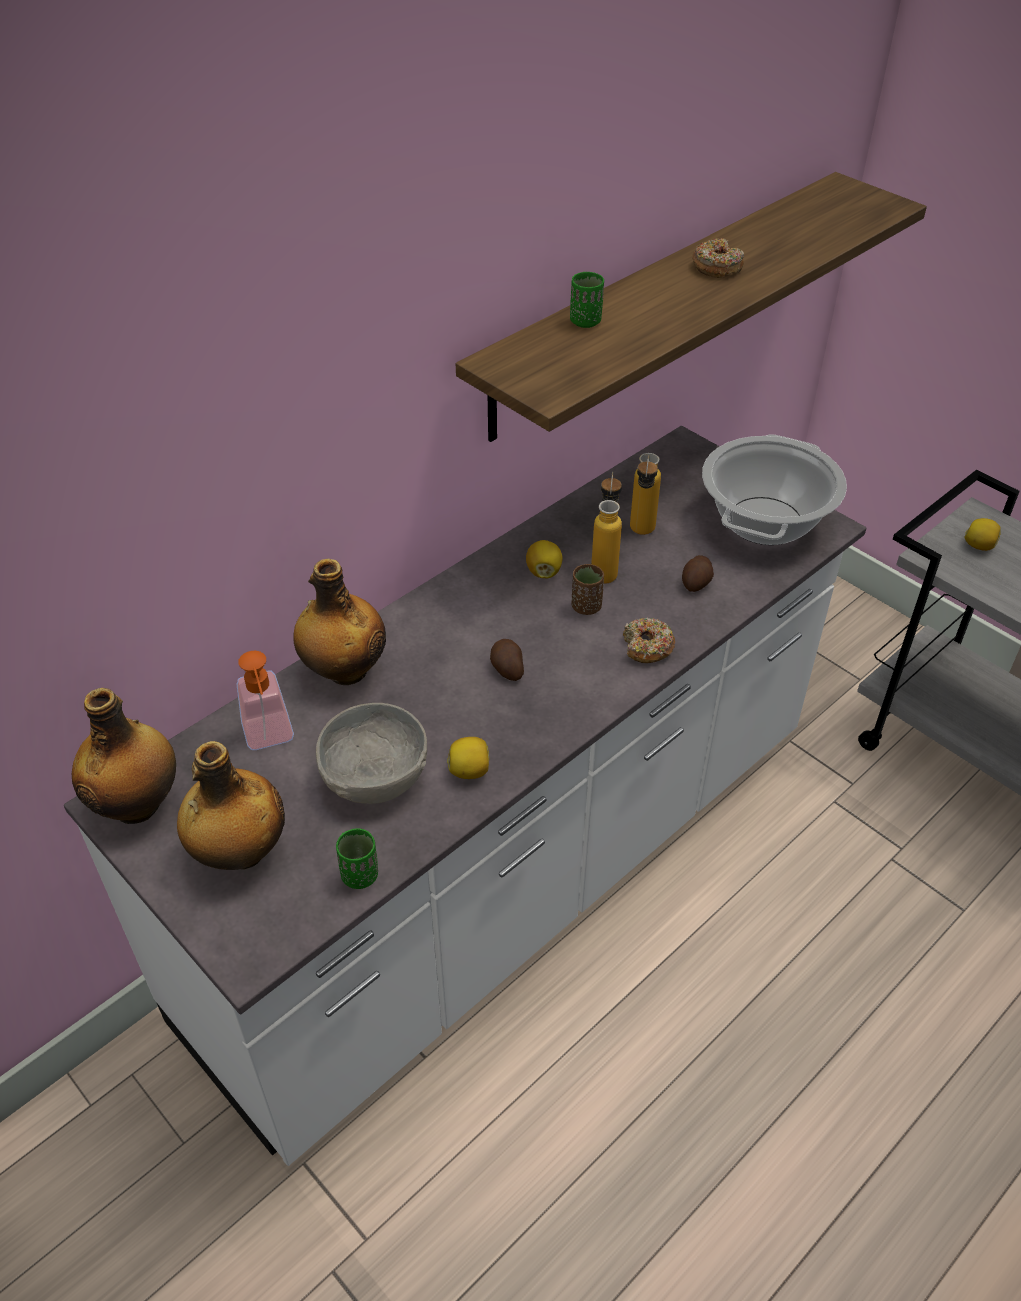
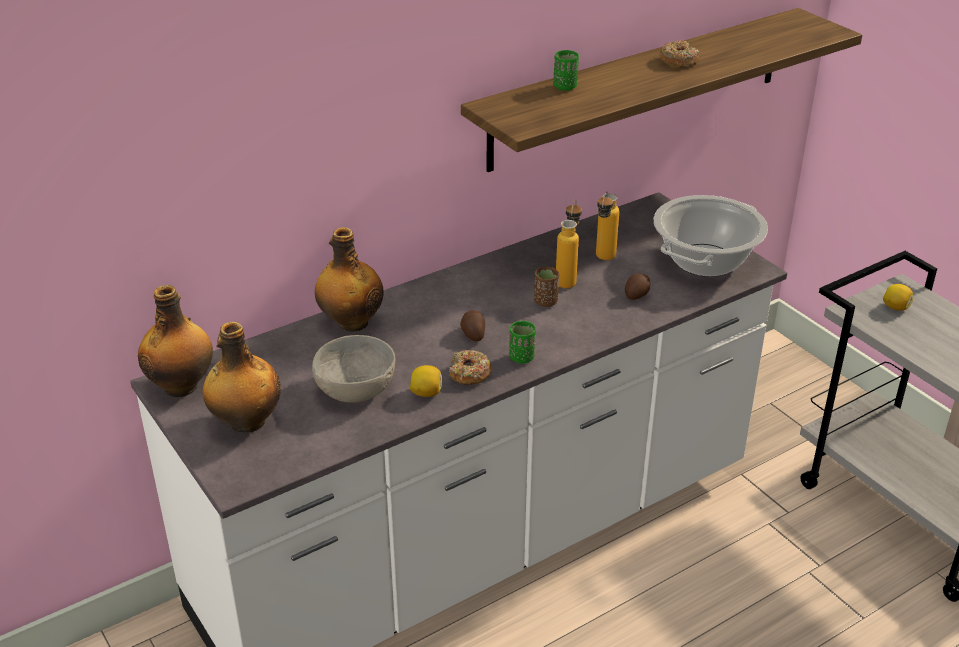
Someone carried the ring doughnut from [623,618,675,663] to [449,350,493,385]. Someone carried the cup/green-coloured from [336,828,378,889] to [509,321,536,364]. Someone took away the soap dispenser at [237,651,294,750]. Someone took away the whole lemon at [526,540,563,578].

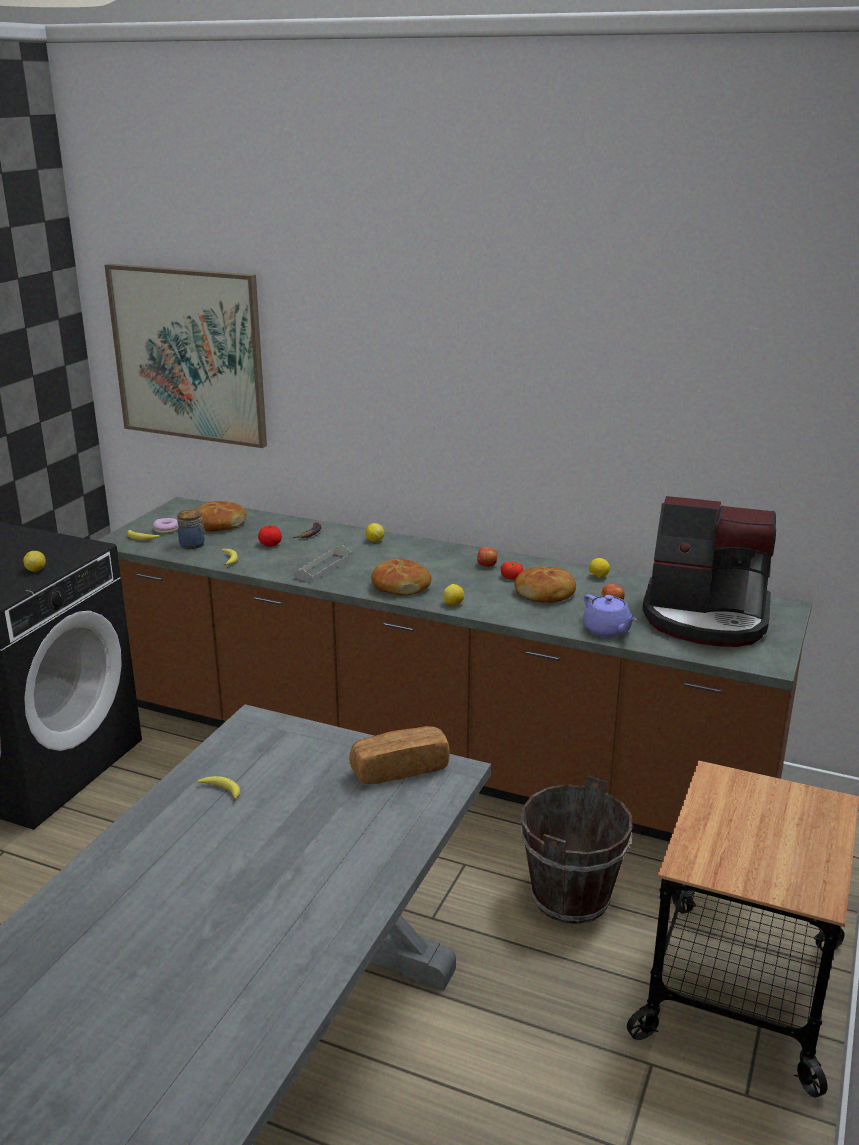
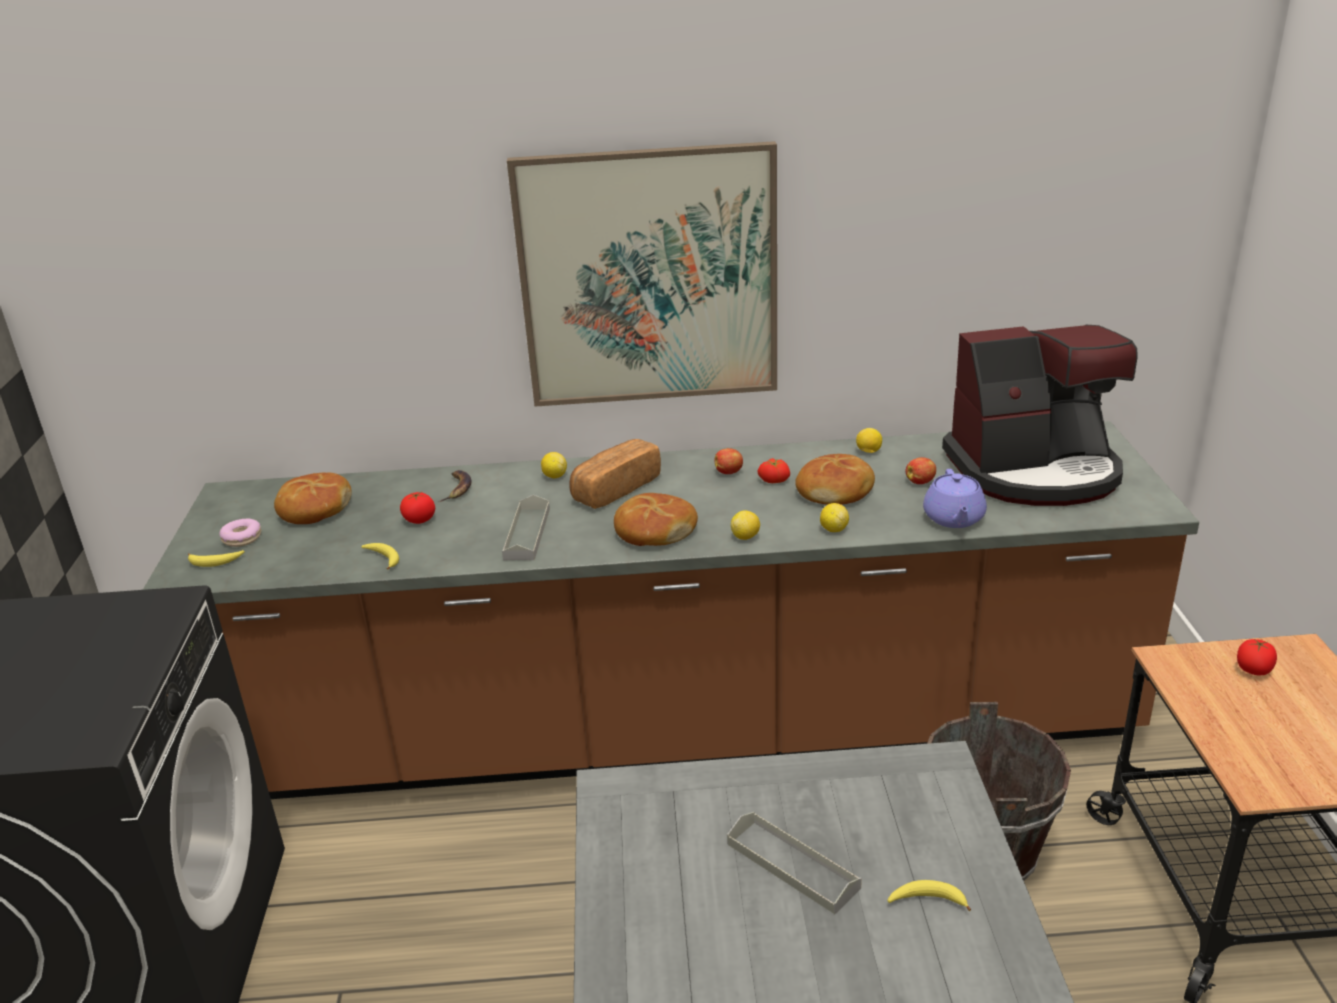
Someone carried the wall picture from [105,264,267,448] to [507,141,777,407]. Someone carried the bread from [349,726,450,784] to [569,439,661,509]. Someone put down the carrying tray/grey at [727,812,862,914]. Someone carried the whole lemon from [23,551,46,572] to [820,503,849,532]. Someone carried the banana from [198,776,240,801] to [887,880,971,911]. Someone rotated the tea pot/purplish at [583,594,636,637] by 60 degrees clockwise. Someone put down the tomato at [1237,638,1277,675]. Someone took away the storage jar at [177,510,206,549].

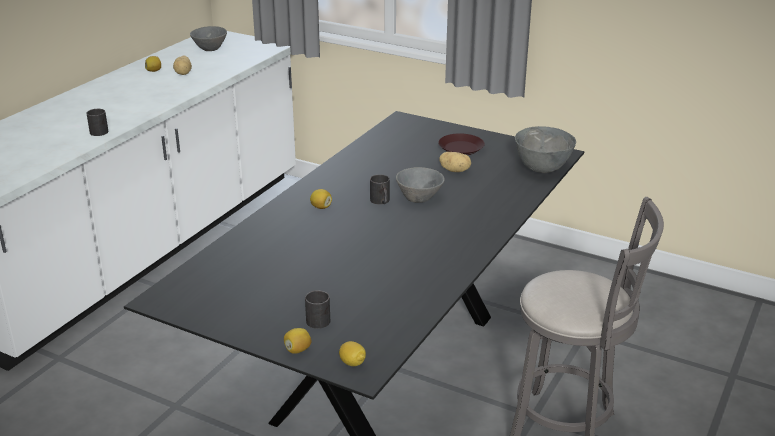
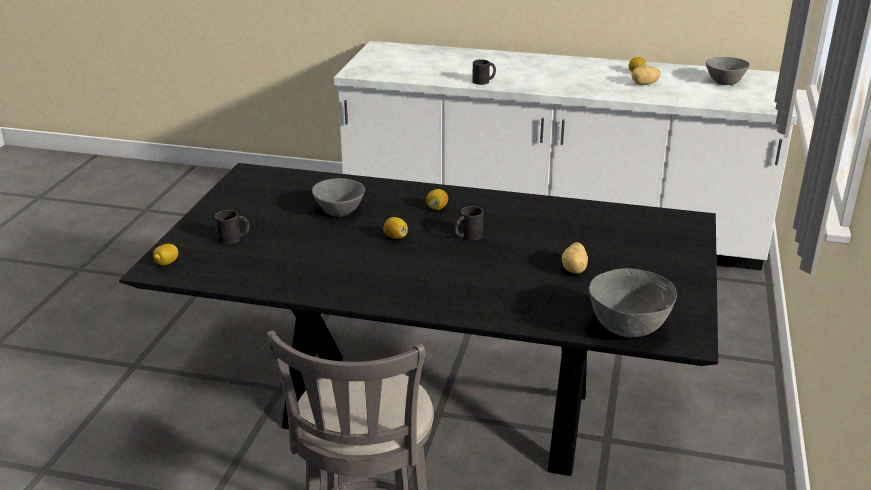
Someone carried the serving bowl/grey from [396,167,445,203] to [312,178,365,217]. Someone carried the whole lemon from [284,328,311,354] to [383,217,408,239]. Someone took away the flat dish/brownish at [438,133,485,155].

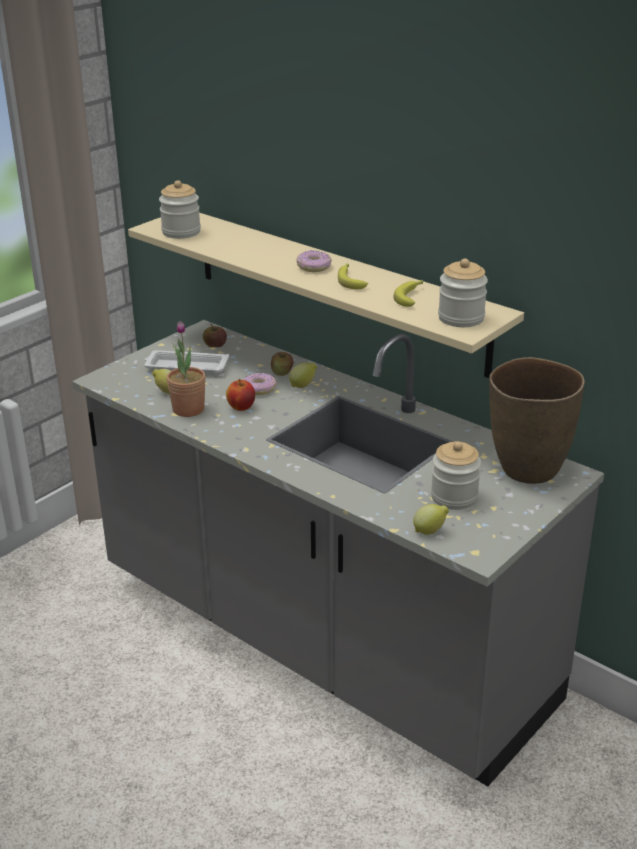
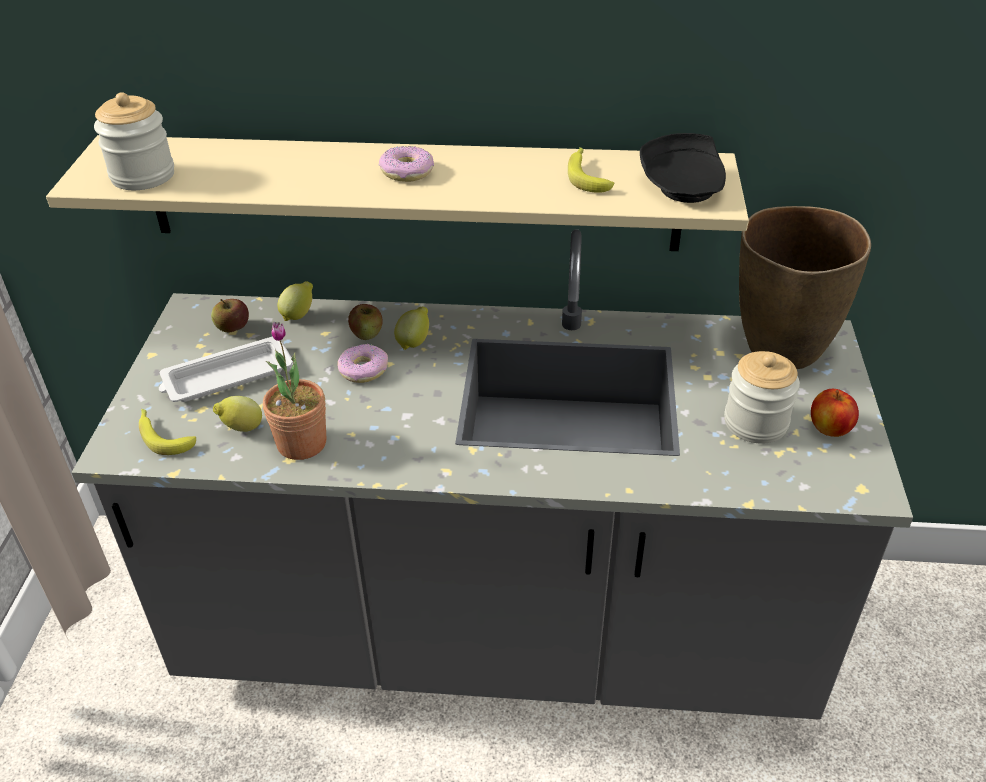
Someone carried the banana from [338,263,368,289] to [139,409,196,455]. Someone carried the whole lemon from [413,504,449,535] to [278,282,313,321]. Someone swapped the storage jar at [438,259,488,327] for the flat dish/black-coloured at [640,133,726,203]. Someone carried the whole apple from [226,378,255,411] to [811,389,859,437].

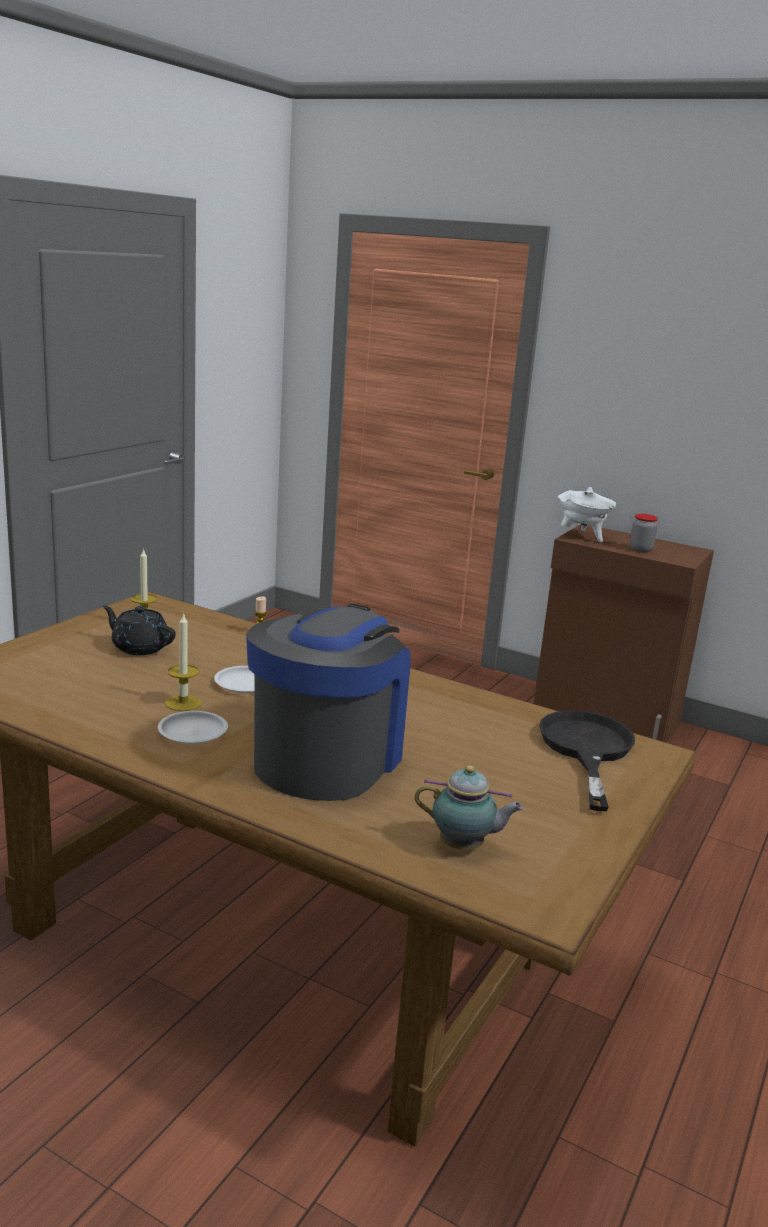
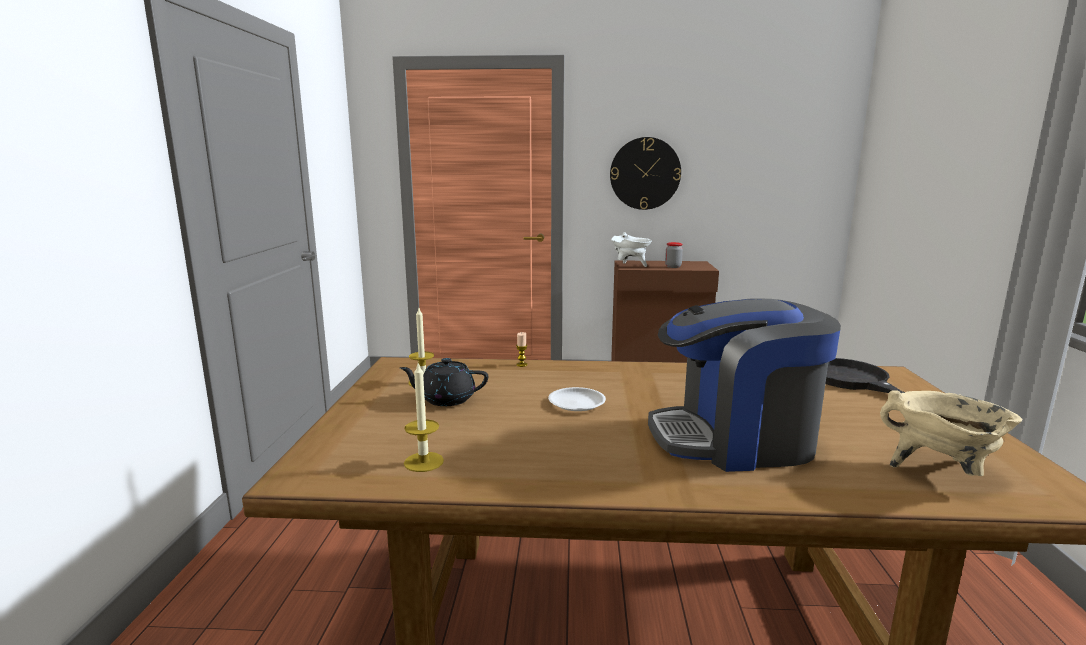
Someone carried the candle from [165,613,202,711] to [404,364,444,472]. Someone put up the clock on the wall at [610,137,681,210]. Someone rotated the coffee maker at [246,604,411,801] by 90 degrees counterclockwise. Someone swapped the tea pot at [414,765,524,850] for the cooking pot/sand-coloured at [880,390,1022,476]. Someone took away the flat dish/whitish at [158,711,228,744].

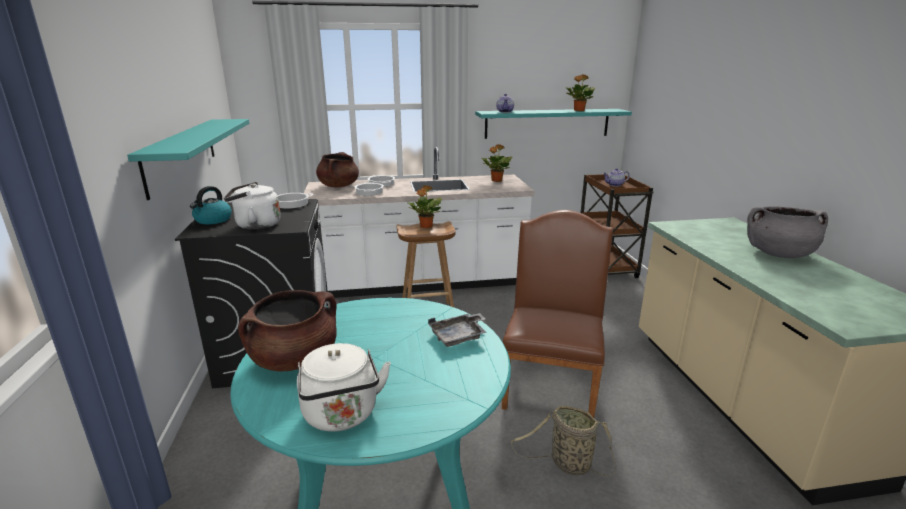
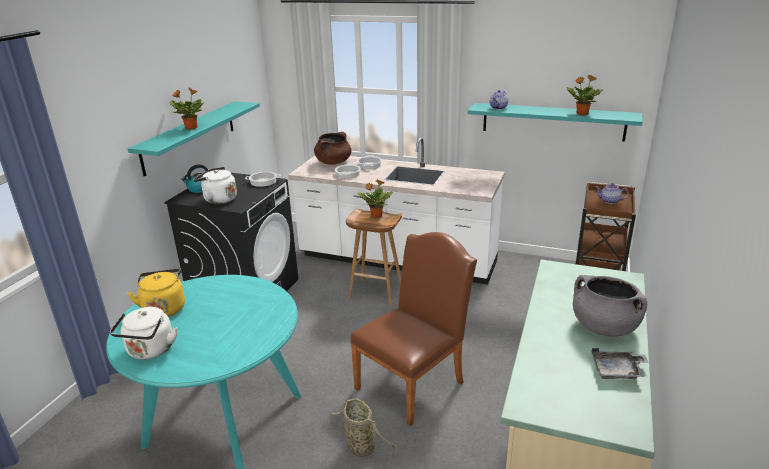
Someone swapped the cooking pot/brownish at [238,290,337,372] for the tea kettle/yellowish at [127,268,185,317]. Someone carried the potted plant from [481,144,512,182] to [169,87,205,130]. Someone carried the carrying tray/grey from [428,313,487,347] to [591,348,649,379].

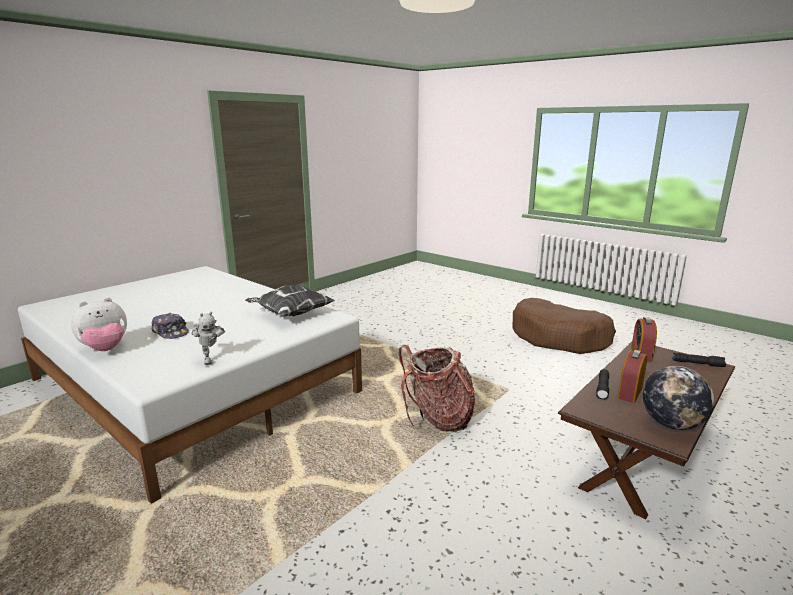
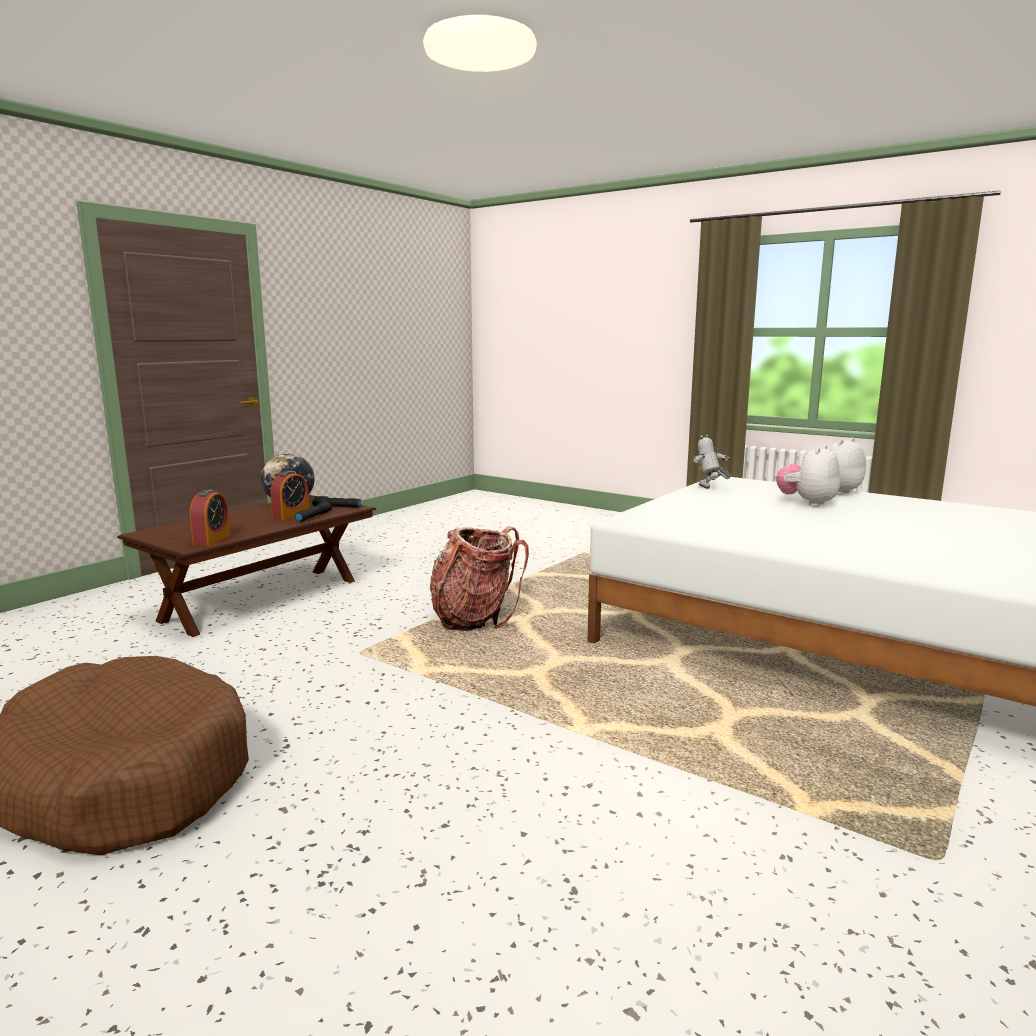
Someone carried the torch/black-coloured from [672,353,726,367] to [312,496,361,508]. Someone swapped the cap at [151,313,189,339] for the plush toy at [776,445,840,507]. Someone took away the pillow at [245,285,335,316].

